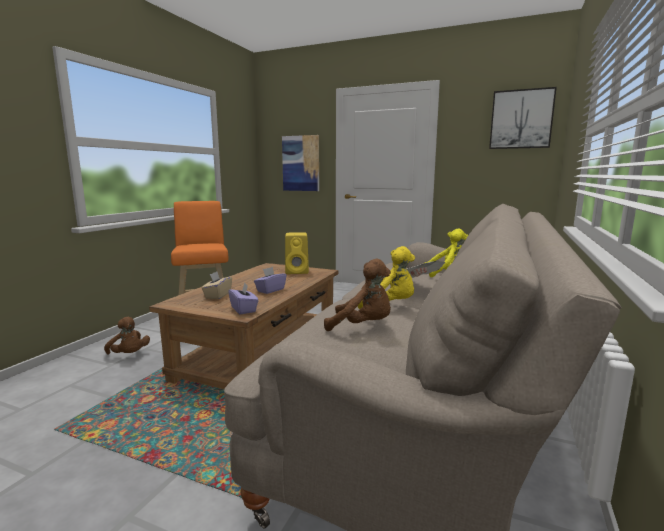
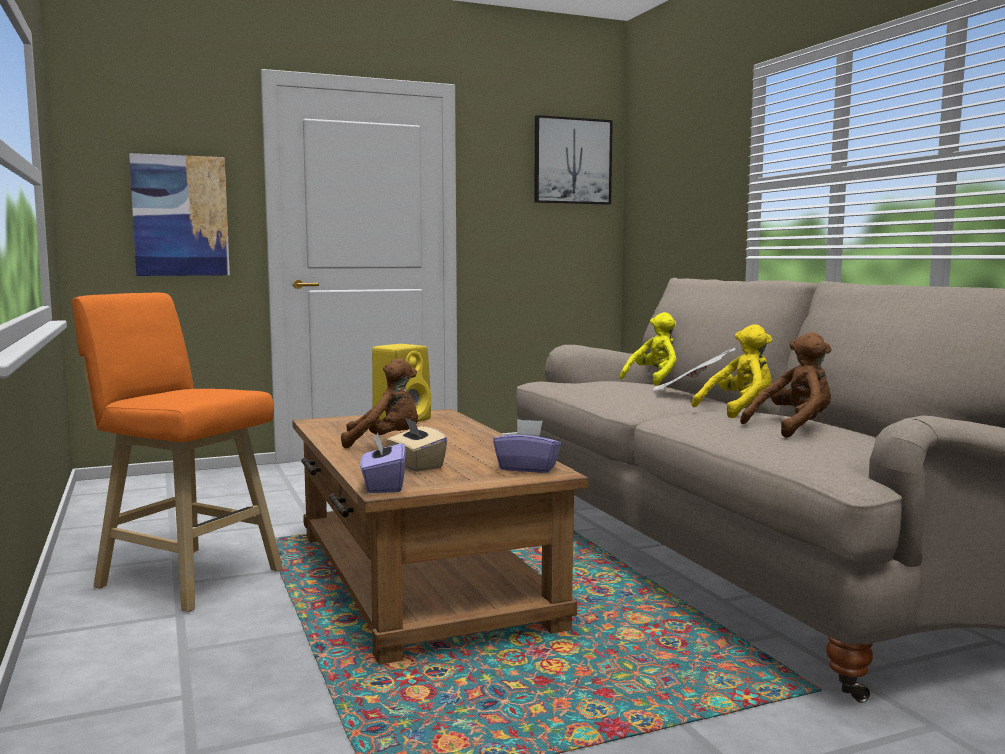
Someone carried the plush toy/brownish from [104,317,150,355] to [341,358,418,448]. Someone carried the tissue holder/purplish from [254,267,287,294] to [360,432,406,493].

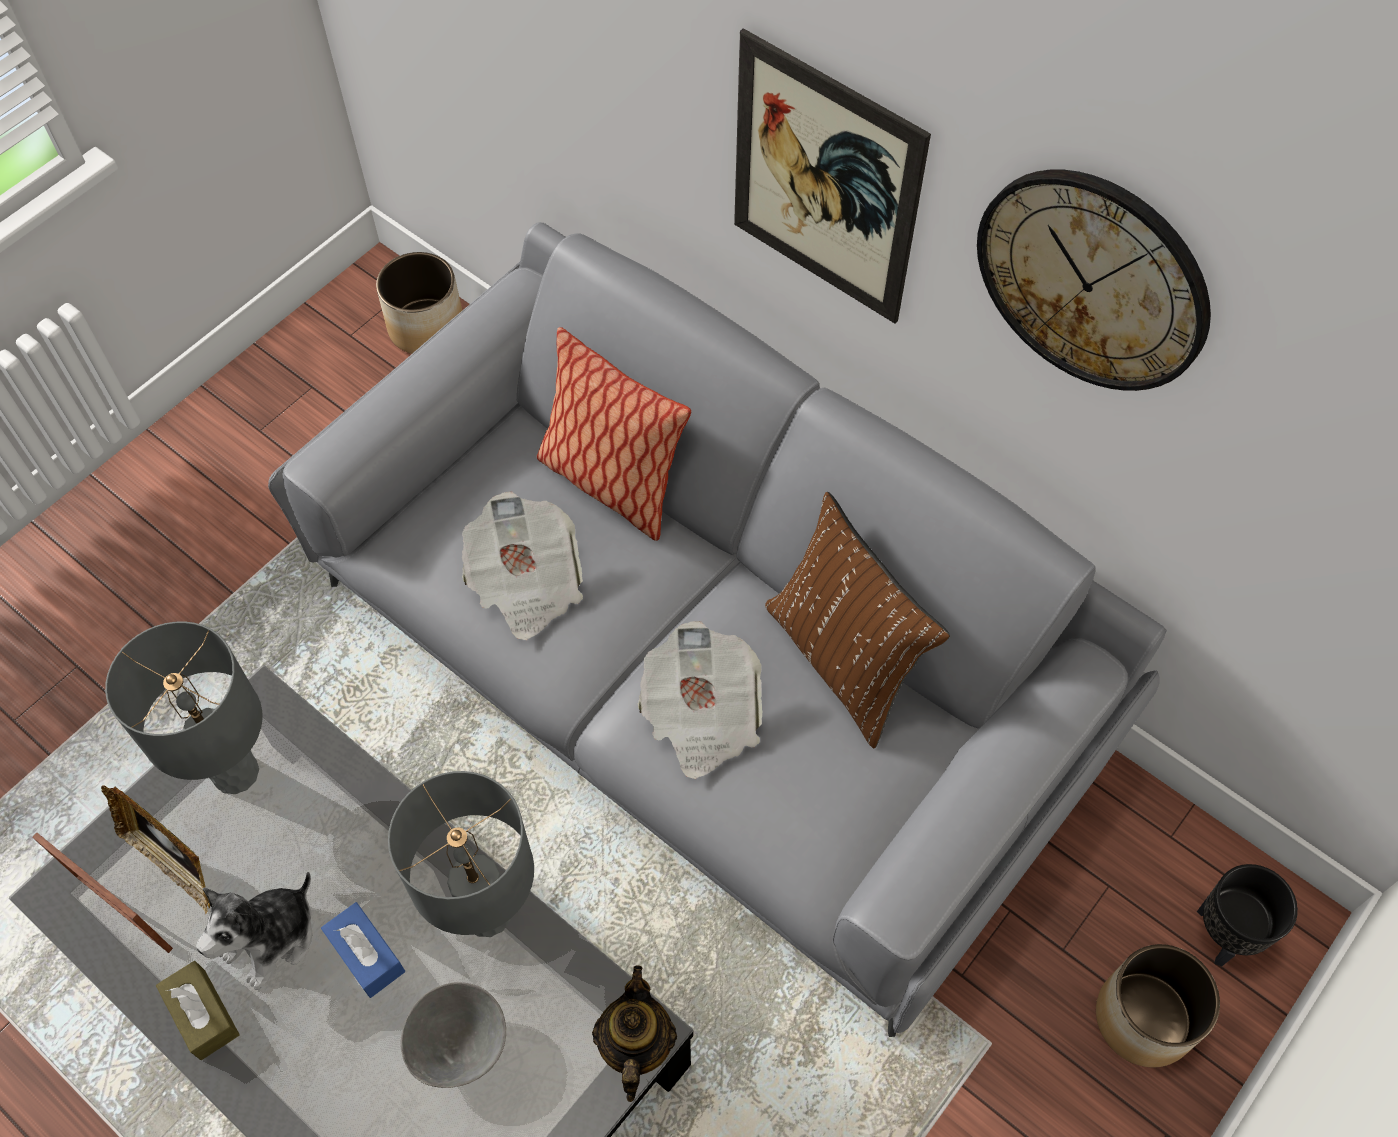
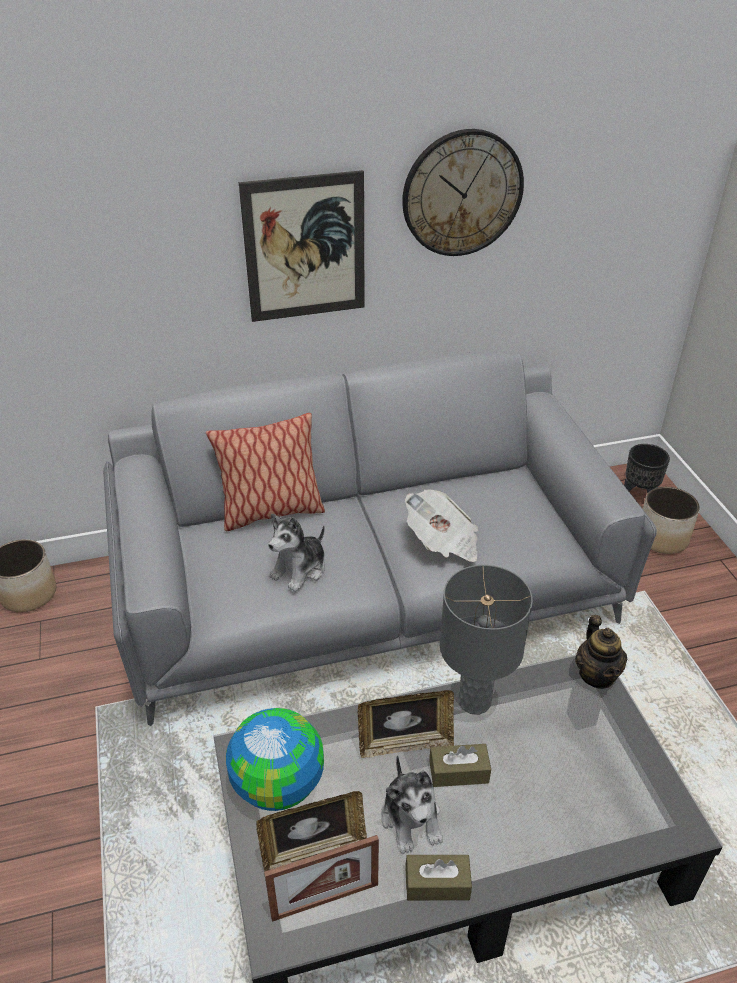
Someone swapped the lamp for a table/grey at [105,621,263,794] for the globe at [226,708,324,811]. Someone swapped the printed paper at [462,491,583,640] for the plush toy at [268,514,325,592]. Someone put down the picture frame at [358,690,454,758]. Someone repainted the tissue holder/blue-coloured at [321,902,405,998], which became the tissue holder/brownish at [429,744,491,787]. Someone rotated the tea pot at [592,965,677,1102] by 135 degrees counterclockwise. Someone took away the serving bowl/grey at [401,982,506,1088]. Someone took away the pillow/brownish at [765,492,950,749].

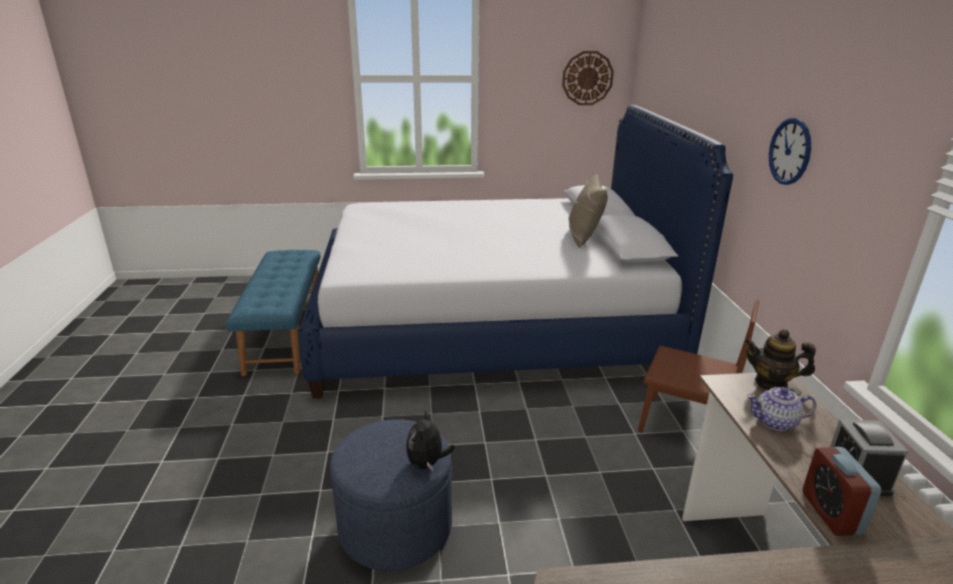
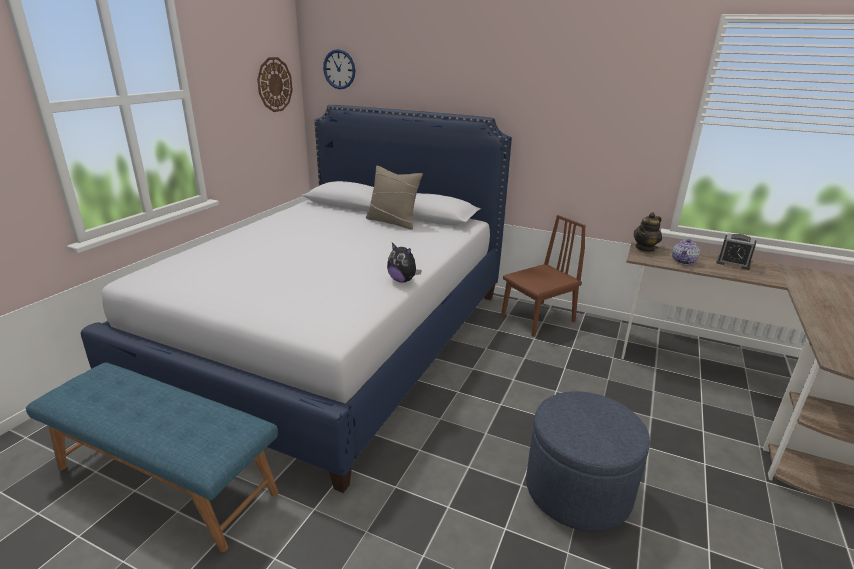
Someone carried the clock on the wall from [769,118,811,185] to [323,49,355,89]. Someone carried the plush toy from [406,411,455,471] to [387,243,422,283]. Someone took away the bedside clock at [803,447,881,536].

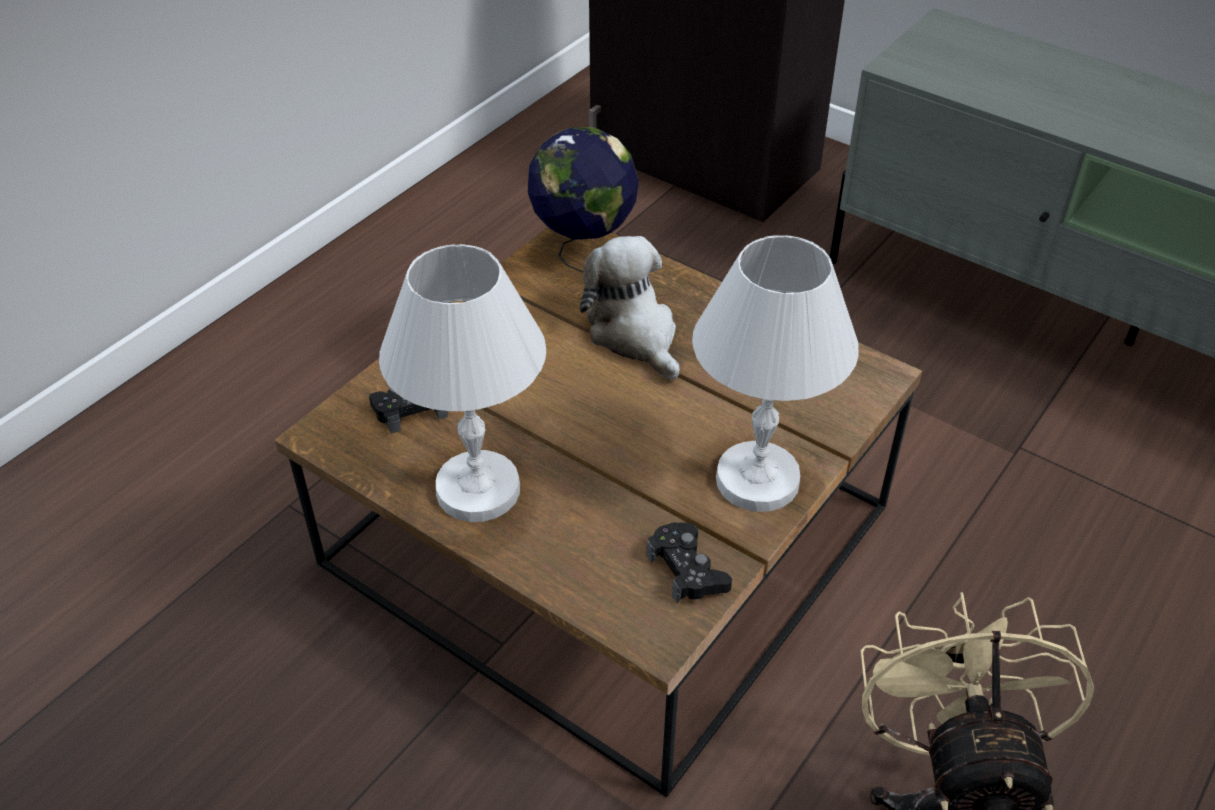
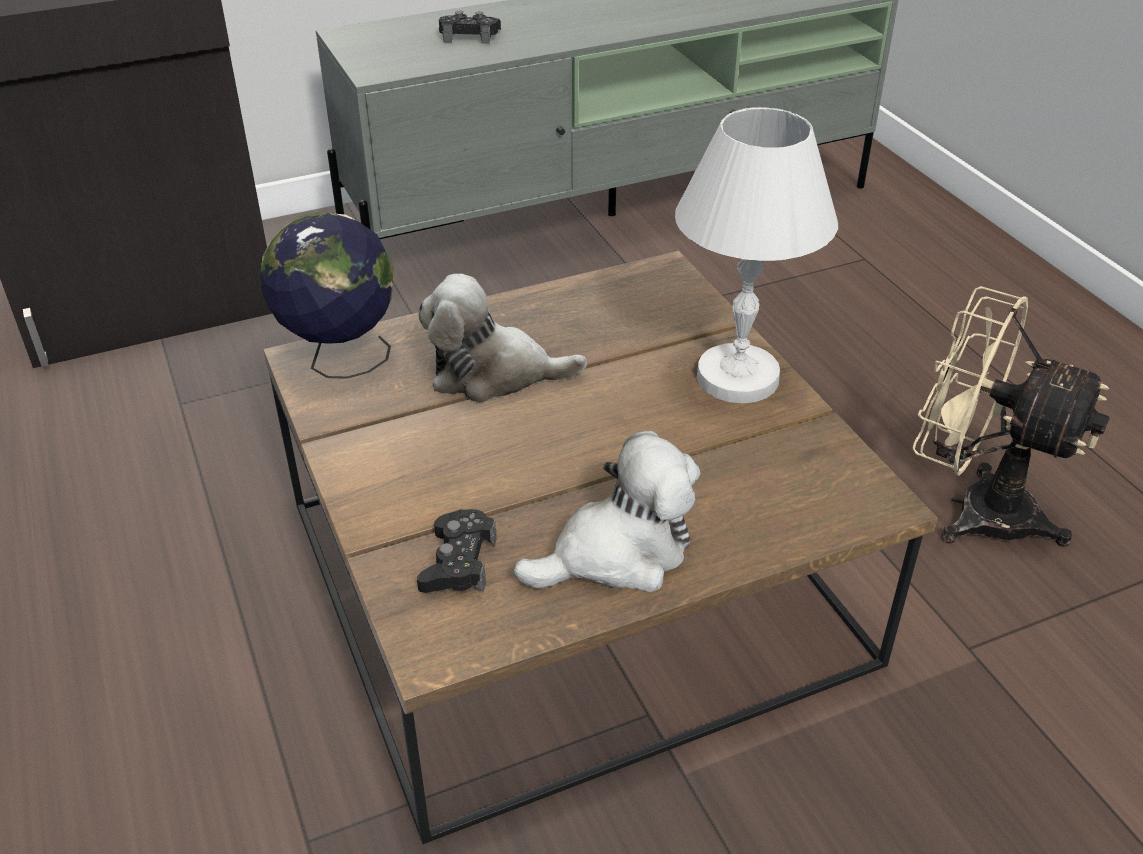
Someone carried the gamepad/black-coloured from [646,522,732,603] to [439,11,501,44]. Someone swapped the lamp for a table/whitish at [379,244,546,522] for the plush toy at [514,431,700,592].

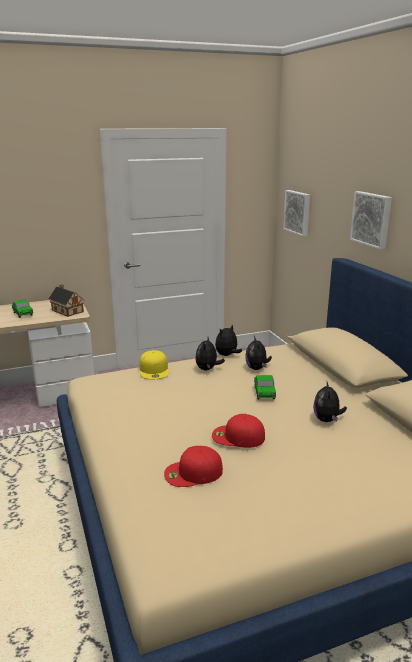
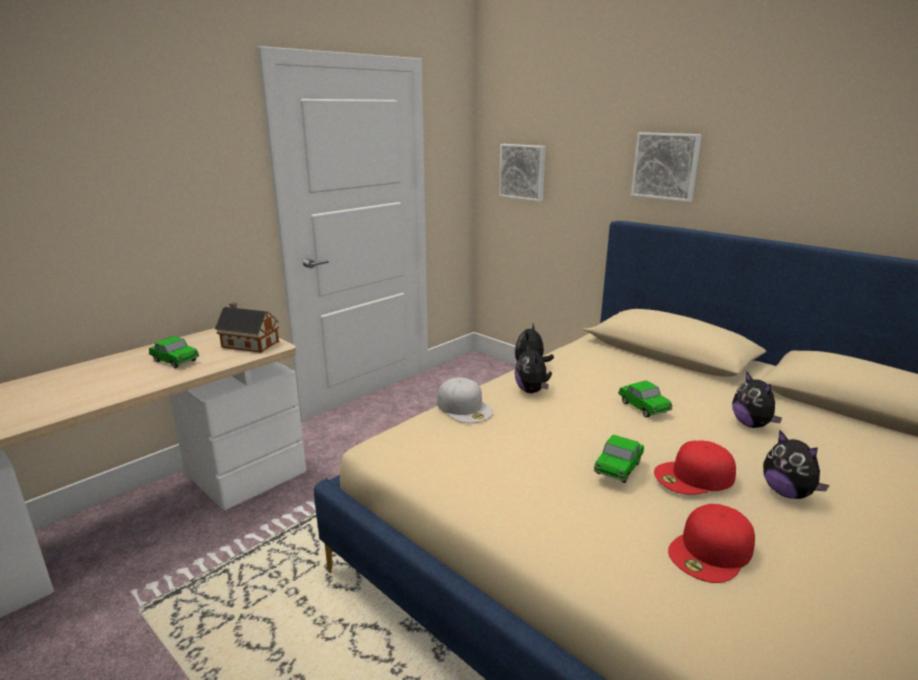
Someone repainted the cap/yellowish at [140,350,169,379], which became the cap/whitish at [437,377,493,423]. Someone put down the model car at [594,435,644,483]. Someone carried the plush toy from [245,336,272,370] to [763,430,829,499].

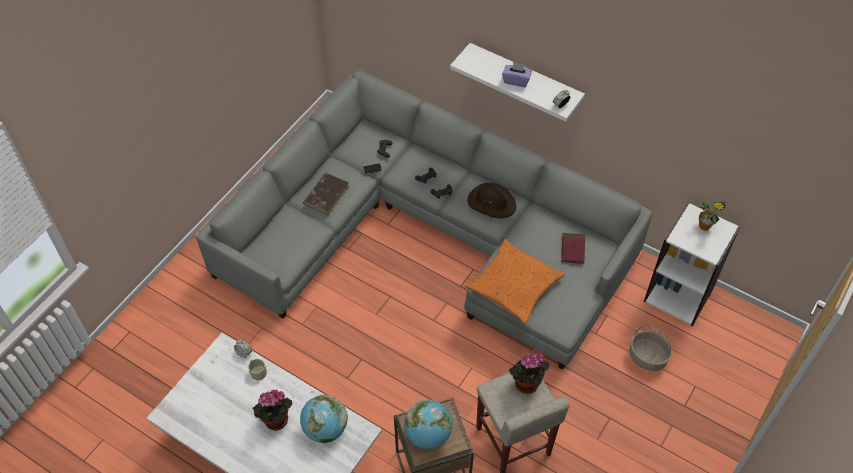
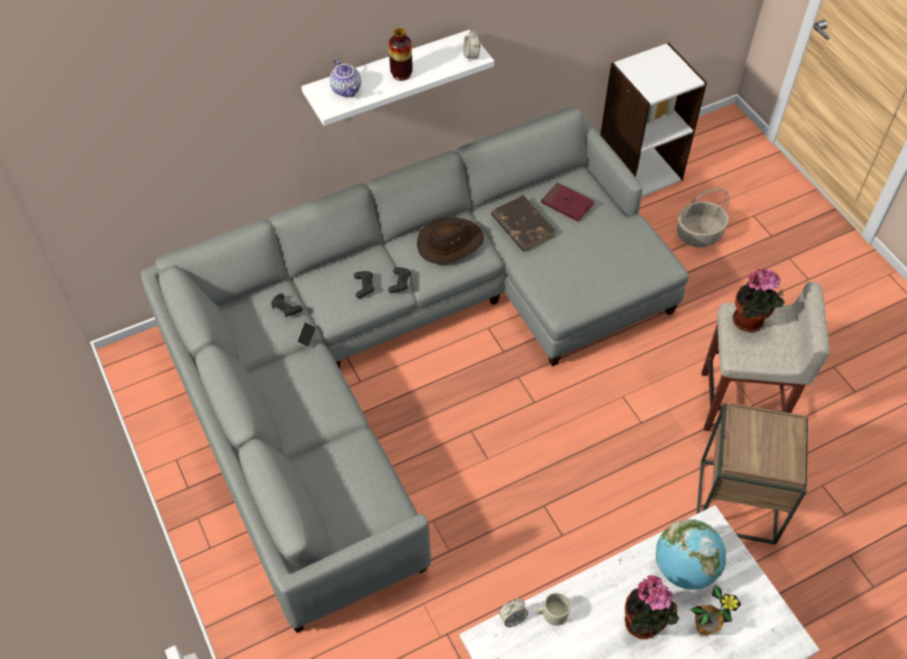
Someone put down the tea pot at [330,58,361,97]. Someone swapped the tissue holder/purplish at [502,62,532,87] for the decorative vase at [389,28,413,81]. Someone carried the bound book/brownish from [303,173,350,215] to [491,195,556,252]. Someone carried the potted plant from [698,201,725,231] to [690,584,741,636]. Someone took away the globe at [404,400,453,449]. Someone took away the pillow/orange at [465,239,565,324].

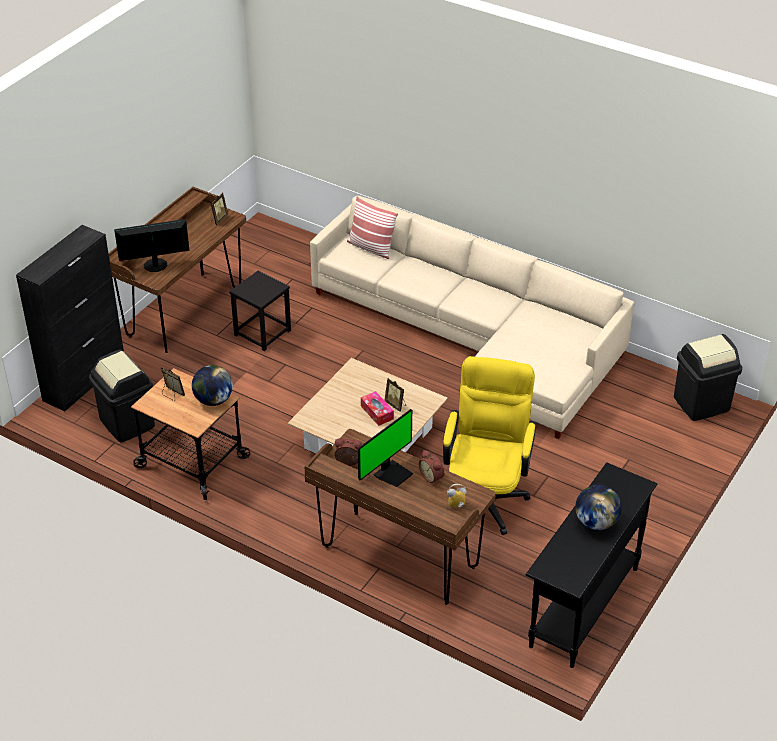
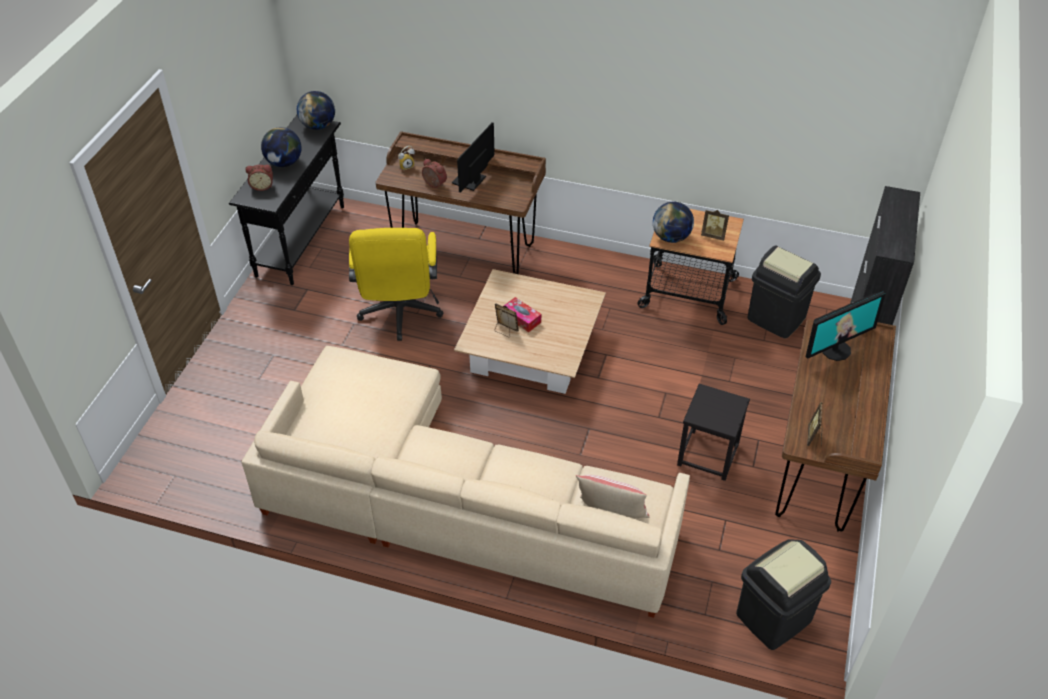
Someone carried the bedside clock from [335,438,362,466] to [245,165,273,191]. Someone put down the globe at [297,91,335,130]. Someone carried the waste bin/black-coloured from [674,334,742,421] to [736,539,831,650].

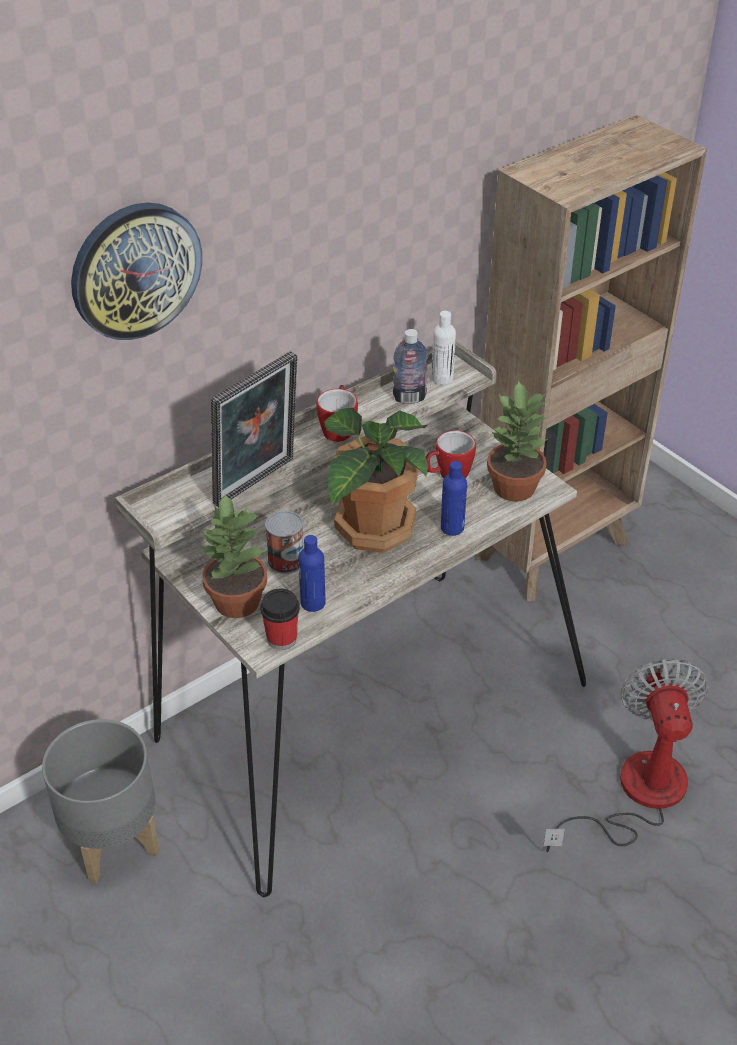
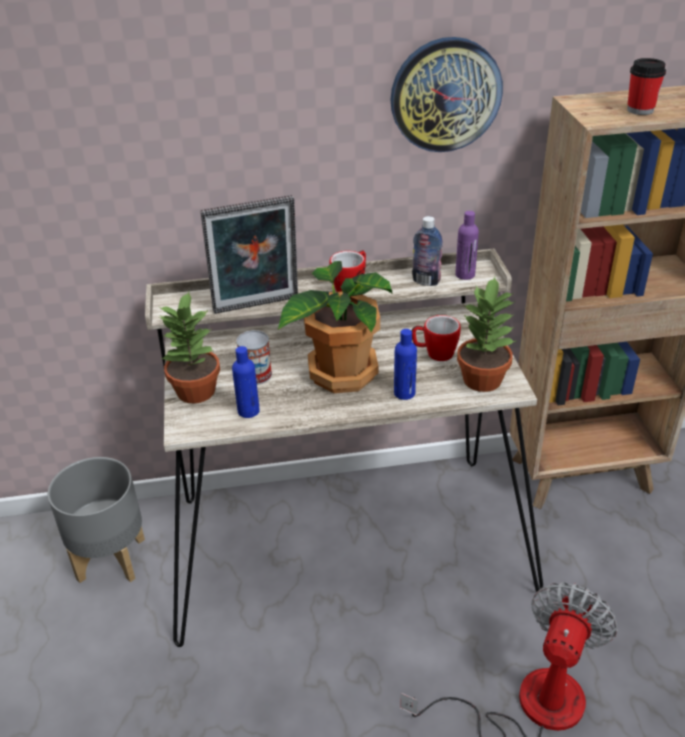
Someone carried the clock on the wall from [71,202,202,340] to [391,37,503,152]. Someone repainted the bottle/whitish at [431,311,456,385], which became the bottle/purplish at [455,211,479,280]. Someone carried the cup from [260,589,300,650] to [627,58,666,115].

